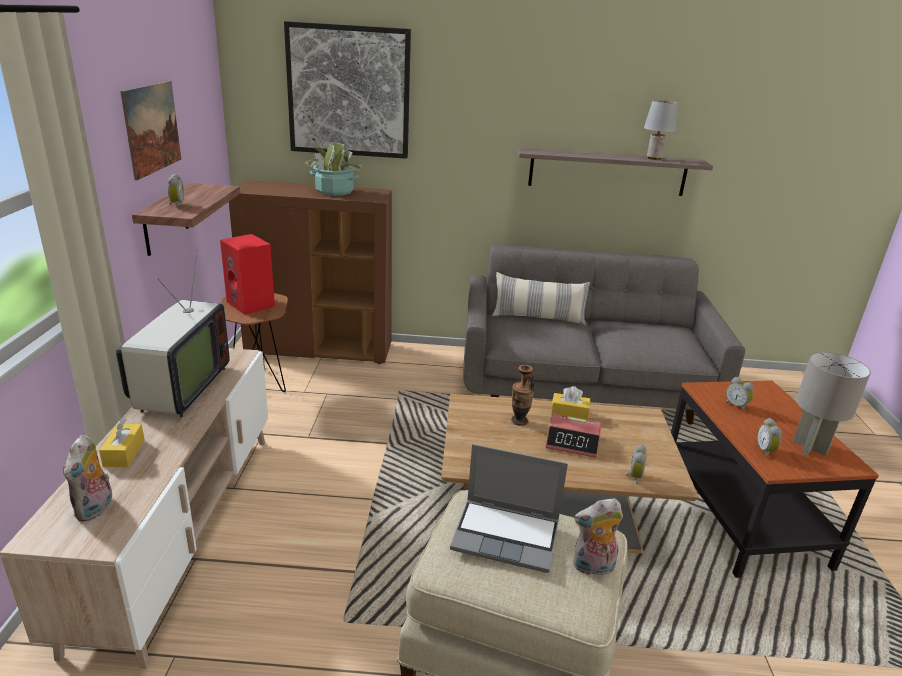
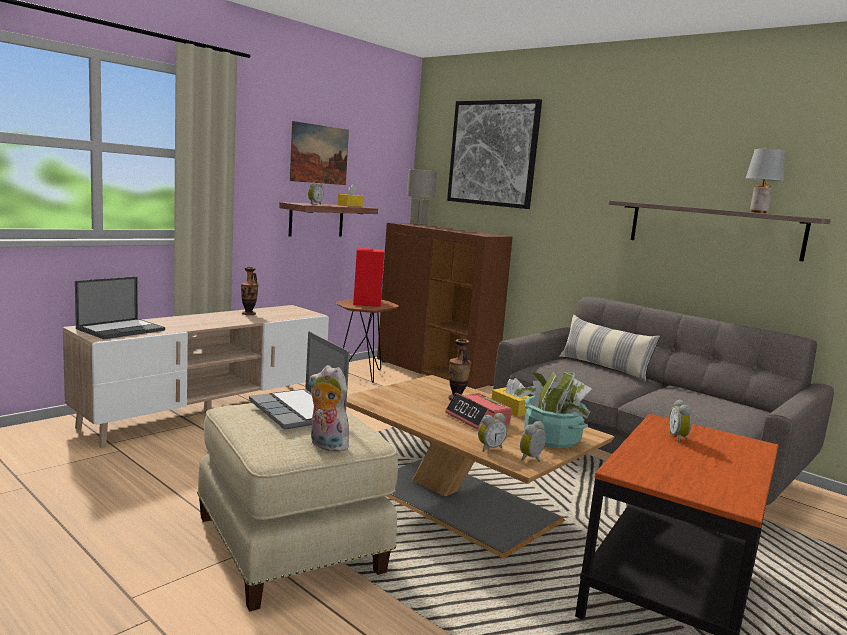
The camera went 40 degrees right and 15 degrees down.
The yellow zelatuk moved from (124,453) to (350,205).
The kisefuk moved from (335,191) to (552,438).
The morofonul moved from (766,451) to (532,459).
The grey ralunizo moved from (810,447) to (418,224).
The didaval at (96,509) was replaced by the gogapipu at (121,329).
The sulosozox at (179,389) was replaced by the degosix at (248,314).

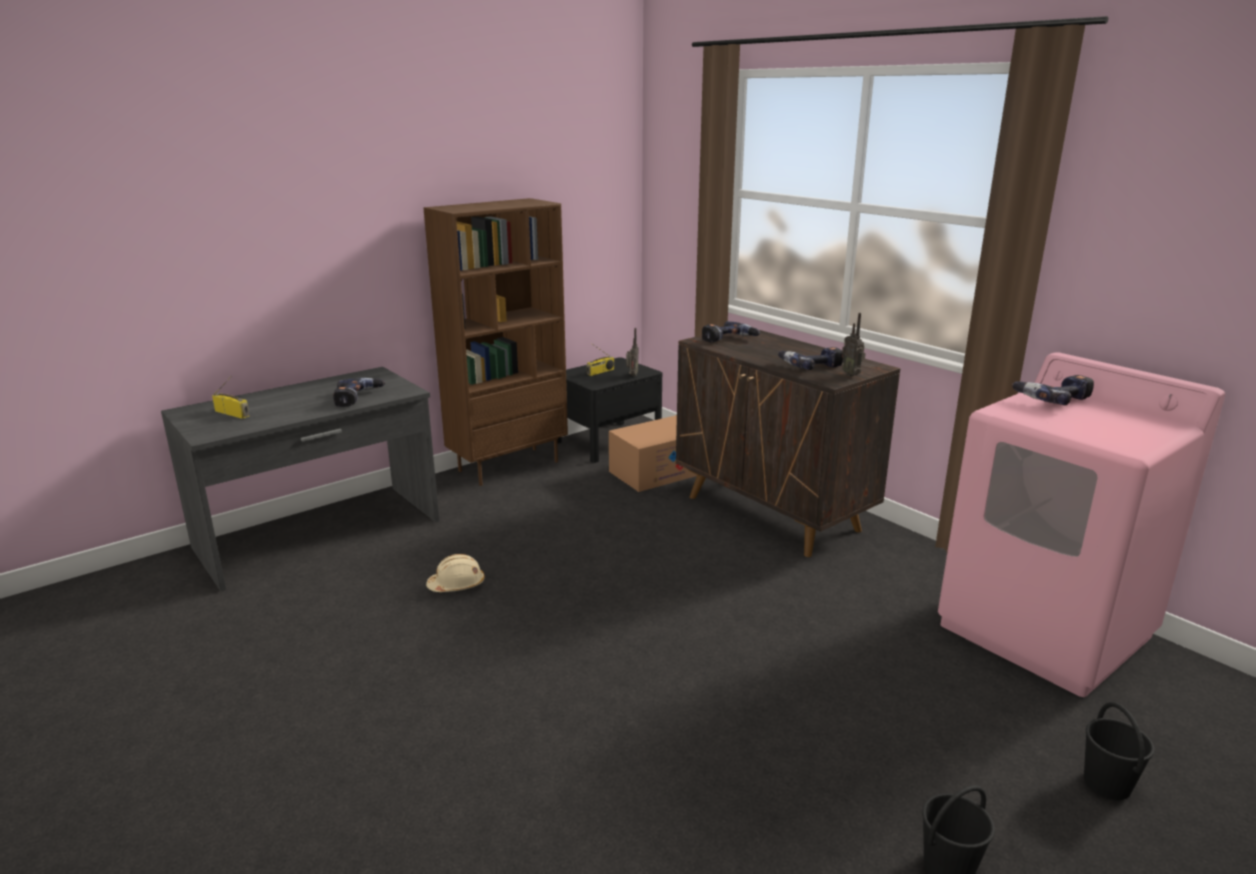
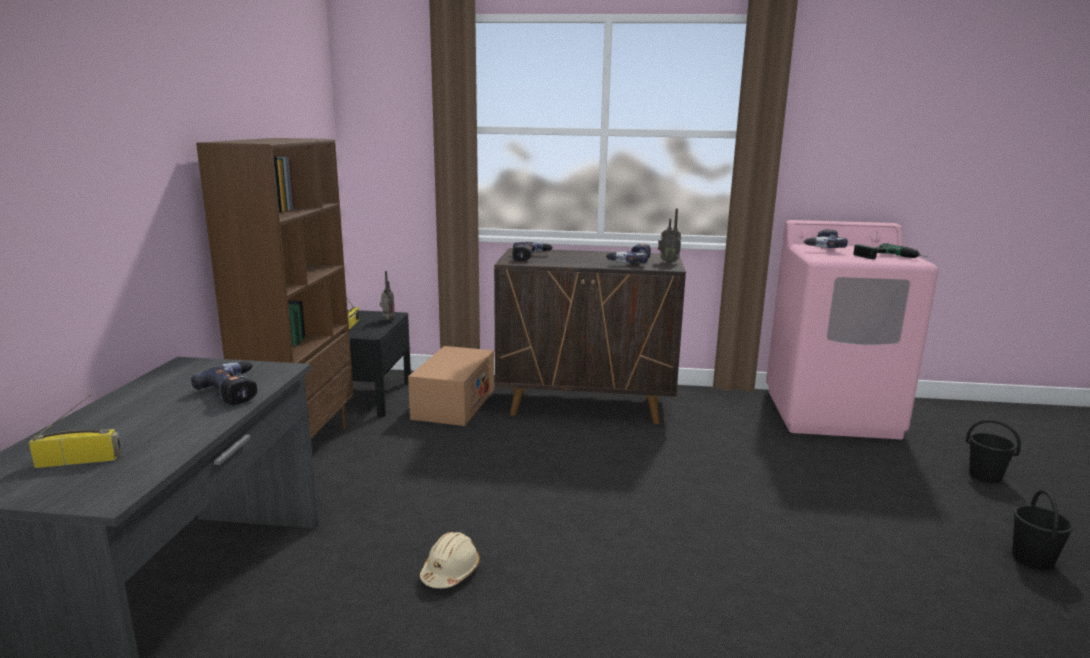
The camera went 45 degrees left and 5 degrees down.
The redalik at (891,258) appeared.

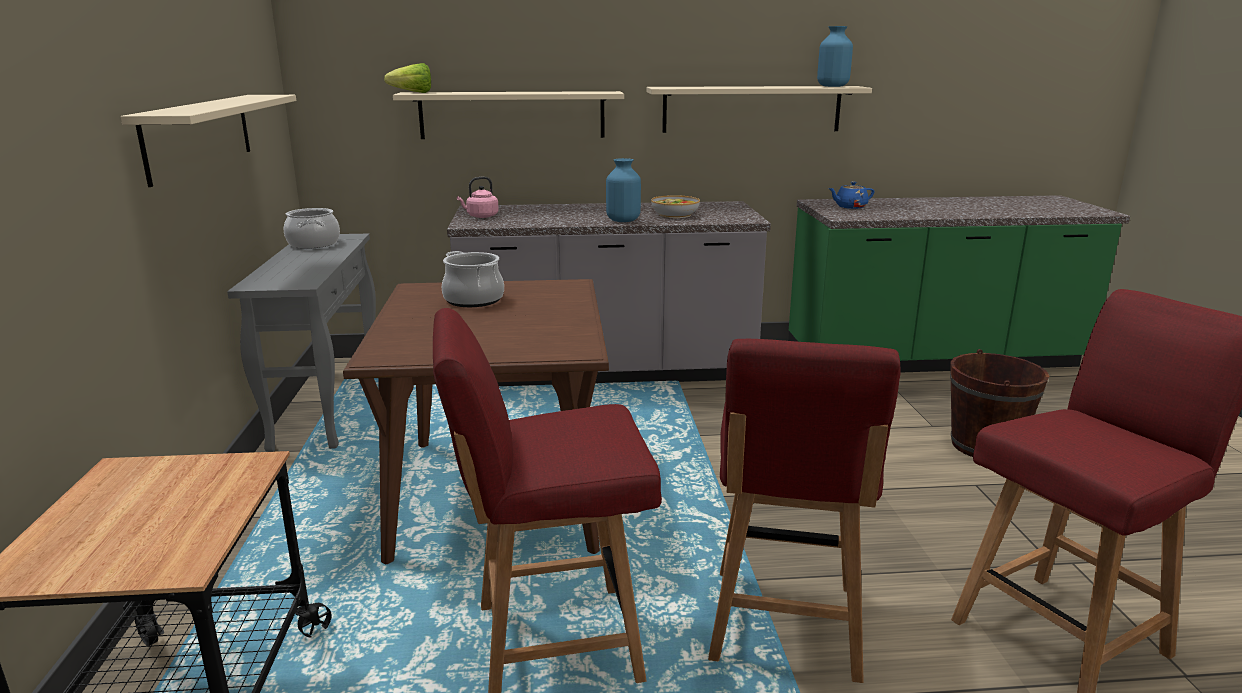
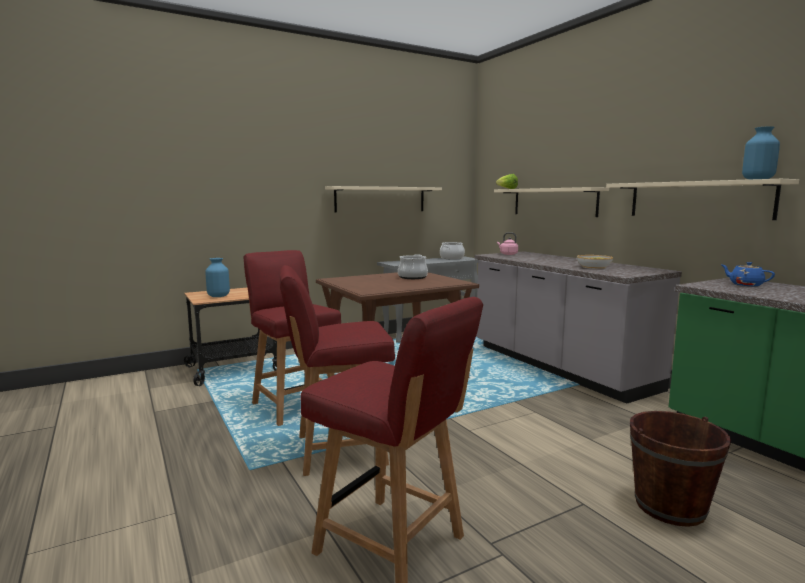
The camera went 65 degrees right and 10 degrees down.
The blue degosix moved from (623,220) to (219,296).

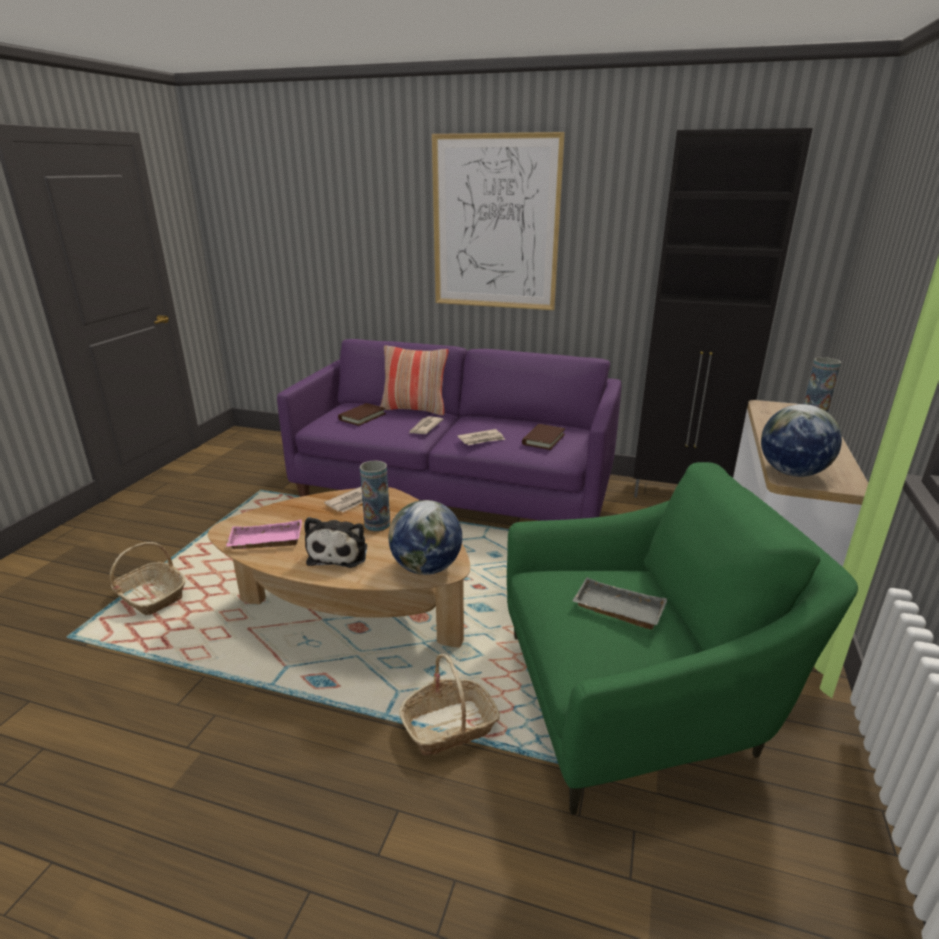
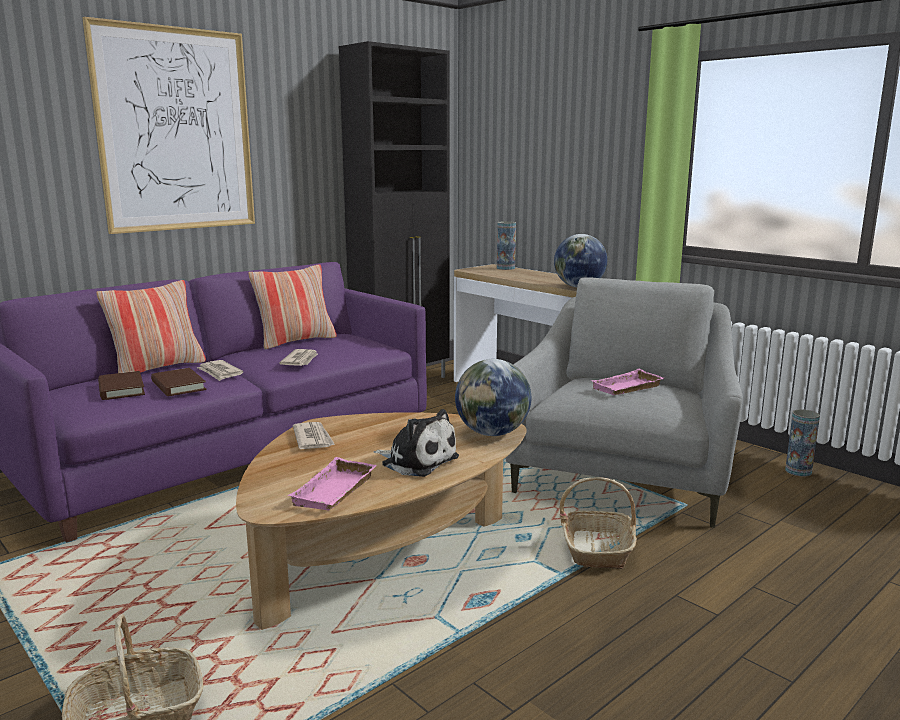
The camera went 60 degrees left and 10 degrees down.
The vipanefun at (296,341) appeared.
The degosix moved from (377,524) to (798,471).
The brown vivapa moved from (543,439) to (178,386).
The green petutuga at (638,700) became the grey petutuga at (623,473).
The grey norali at (616,610) became the pink norali at (627,388).

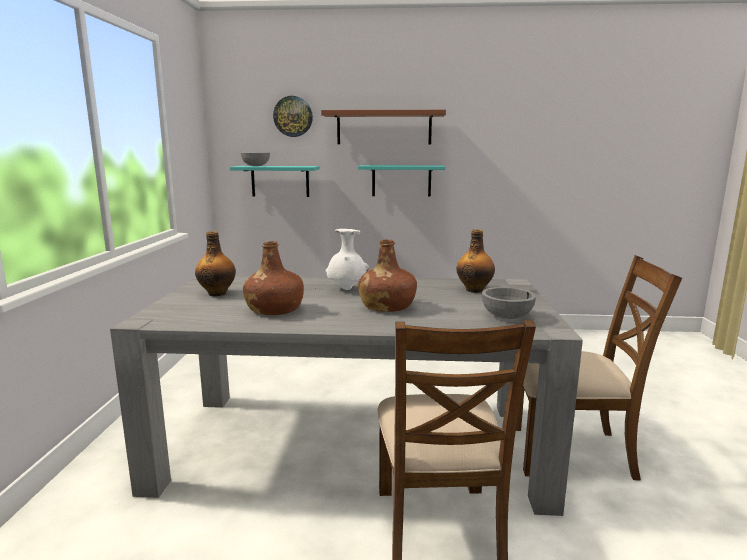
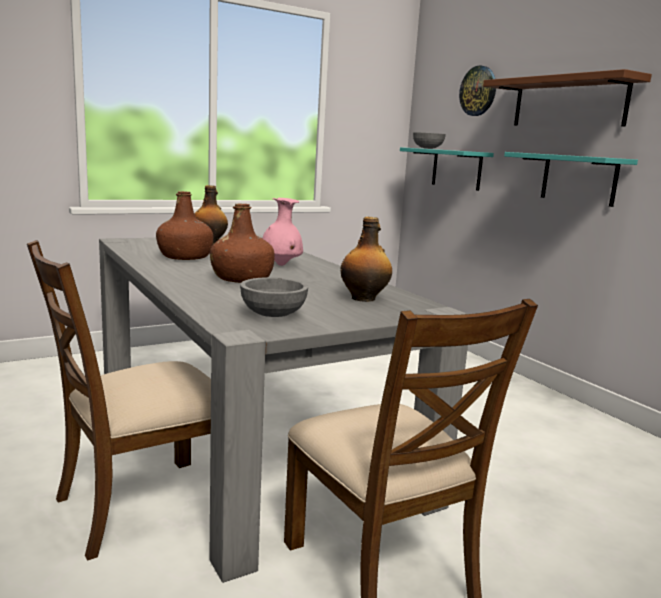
The camera went 55 degrees right and 0 degrees up.
The white degosix at (346,289) became the pink degosix at (281,265).

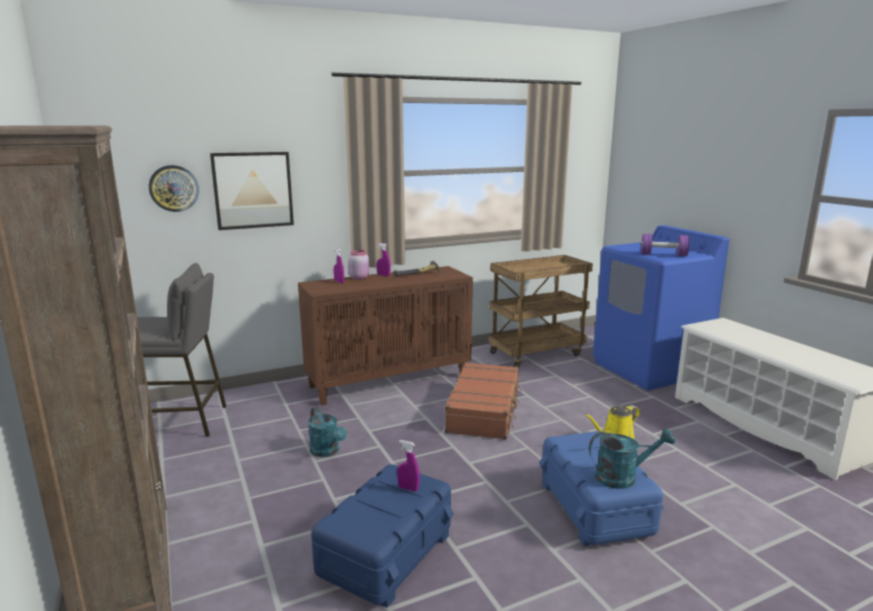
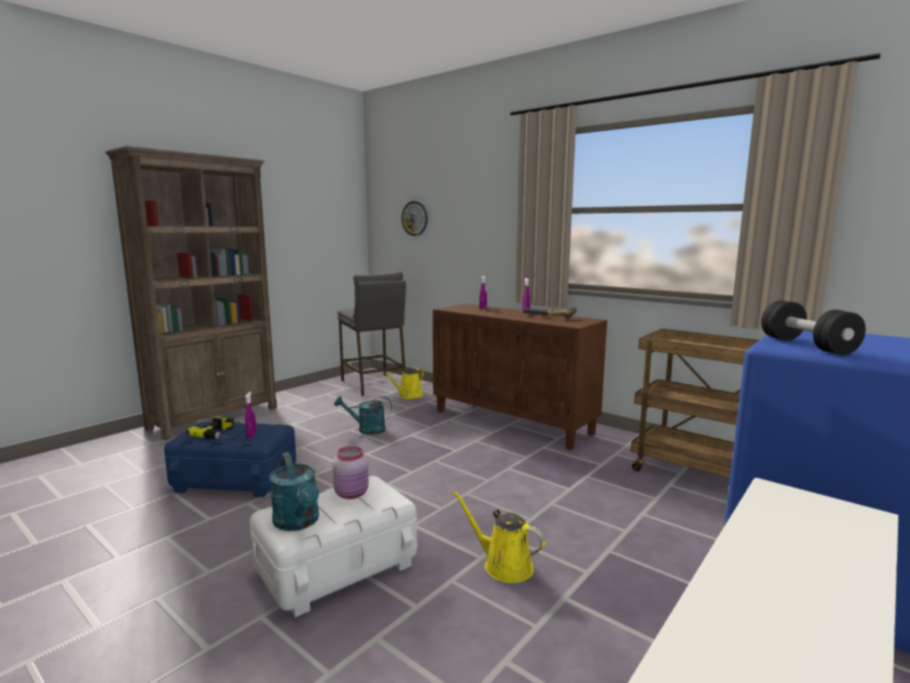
The camera went 65 degrees right and 5 degrees down.
The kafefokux at (253,190) disappeared.
The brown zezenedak at (484,411) disappeared.
The redalik at (222,434) appeared.
The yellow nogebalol at (409,396) appeared.
The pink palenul moved from (359,277) to (352,493).
The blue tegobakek at (595,508) became the white tegobakek at (337,567).
The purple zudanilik at (663,255) became the black zudanilik at (807,345).
The turquoise nogebalol at (327,452) turned 60 degrees clockwise.

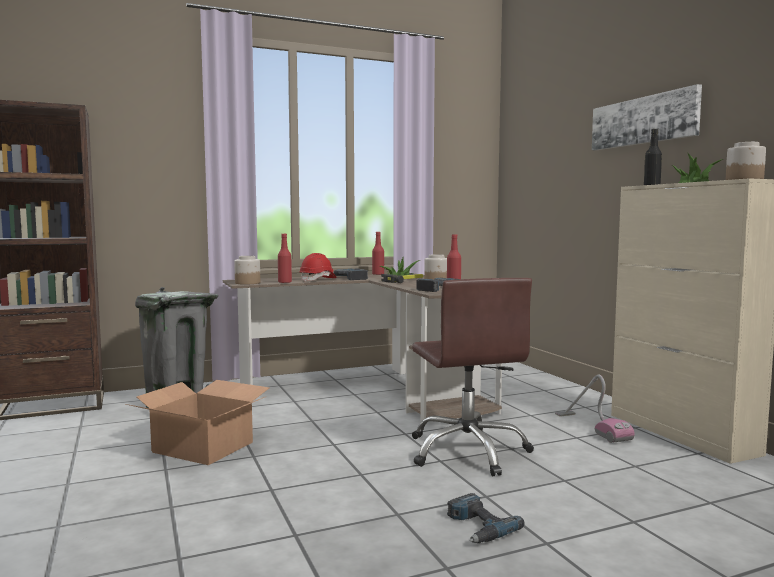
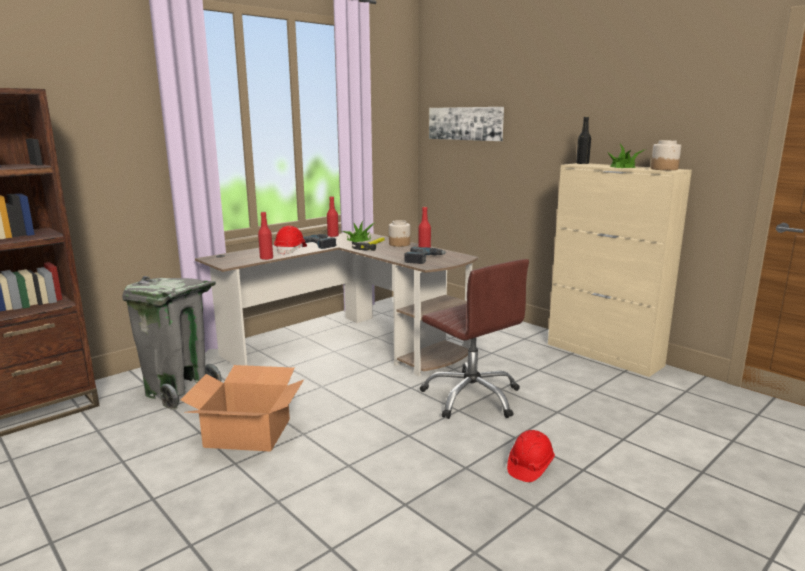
The camera went 20 degrees left and 10 degrees up.
The palenul at (247,283) disappeared.
The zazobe at (591,427) disappeared.
The kafefokux moved from (643,121) to (465,123).
The redalik at (477,527) was replaced by the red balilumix at (530,466).

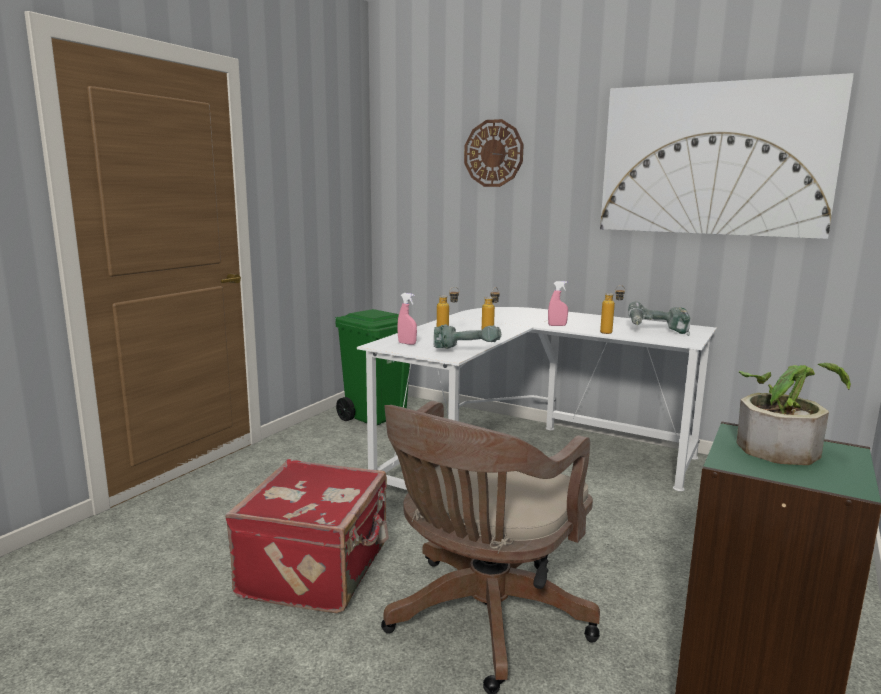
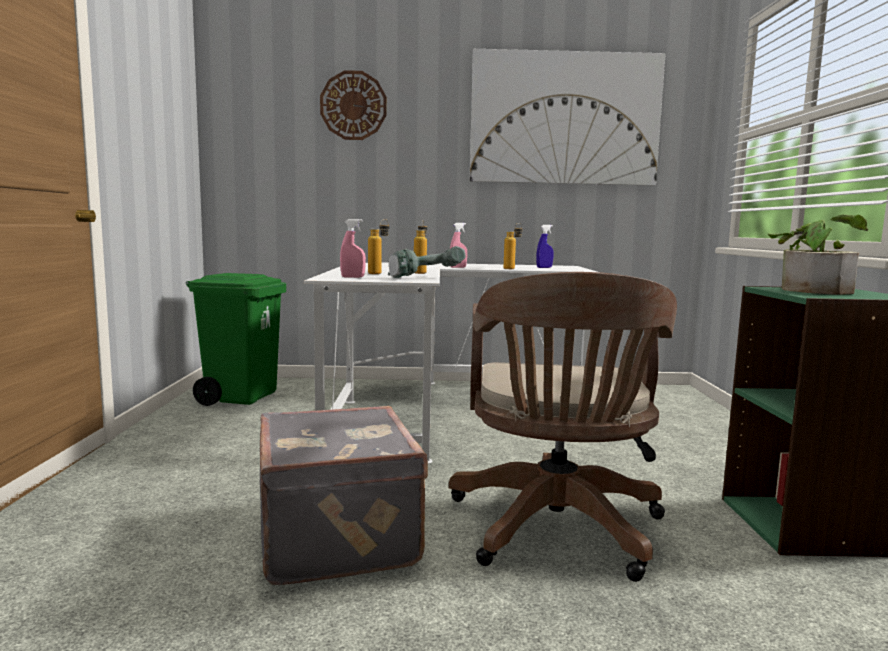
The camera went 30 degrees left and 5 degrees down.
The redalik at (657,331) was replaced by the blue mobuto at (544,267).
The red zezenedak at (318,570) became the grey zezenedak at (340,535).

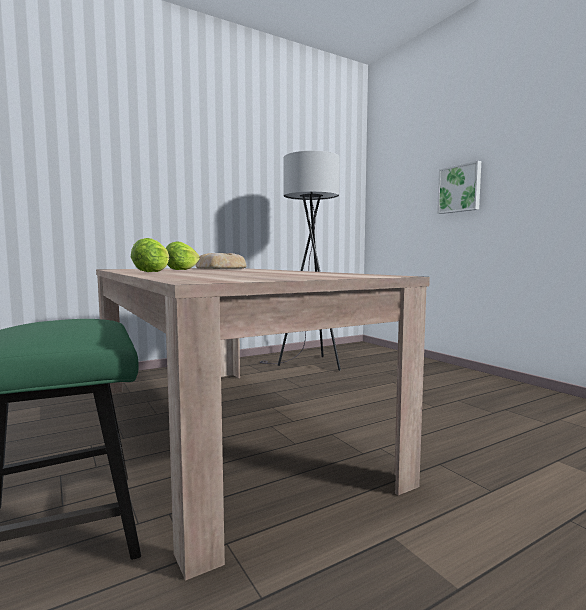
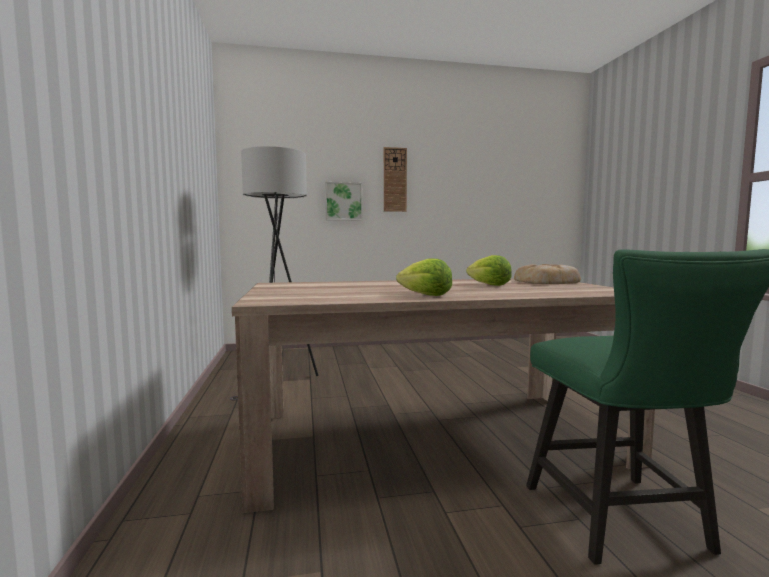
The camera went 70 degrees left and 0 degrees up.
The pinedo at (395,180) appeared.
The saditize moved from (182,269) to (489,285).
The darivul moved from (220,268) to (547,282).

